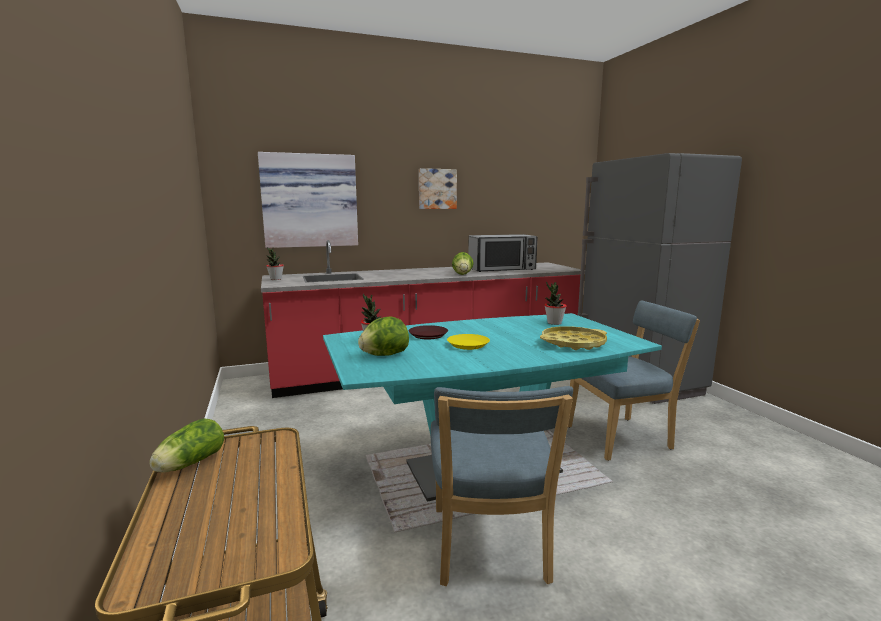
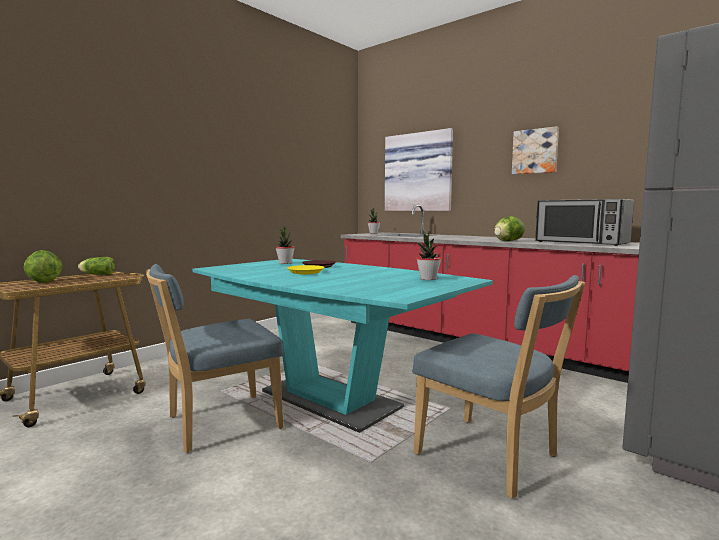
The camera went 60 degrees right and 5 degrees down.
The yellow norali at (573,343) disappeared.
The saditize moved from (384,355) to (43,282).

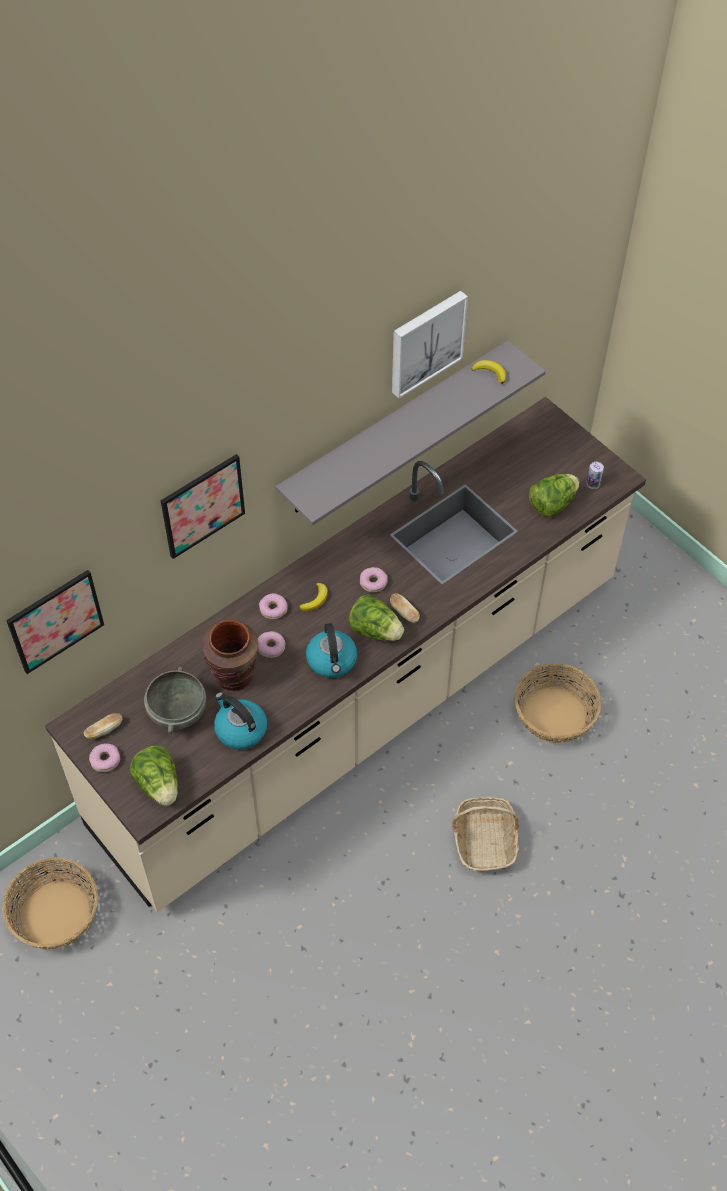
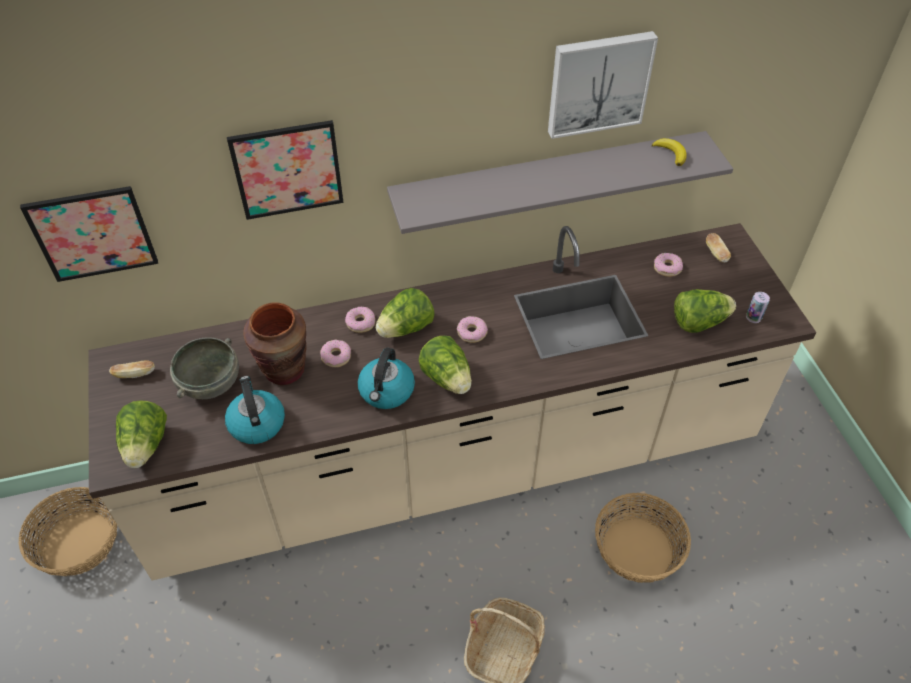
The camera went 25 degrees right and 5 degrees down.
The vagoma moved from (105,760) to (667,268).
The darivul moved from (404,613) to (716,253).
The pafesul at (315,599) was replaced by the saditize at (406,328).

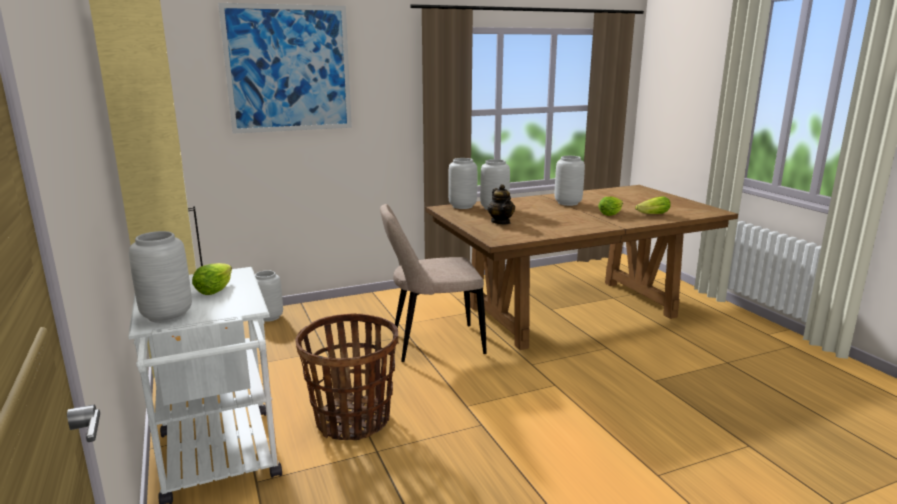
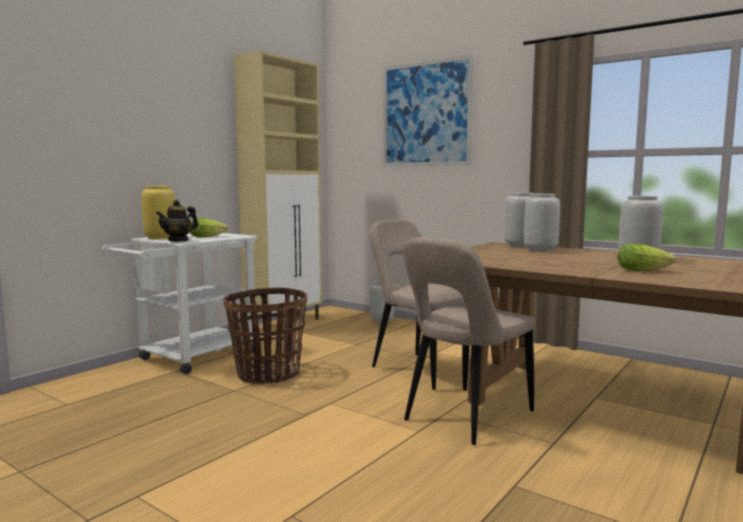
The camera went 60 degrees right and 10 degrees down.
The saditize at (651,214) disappeared.
The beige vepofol at (465,417) appeared.
The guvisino moved from (501,222) to (178,240).
The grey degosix at (168,315) became the yellow degosix at (160,238).

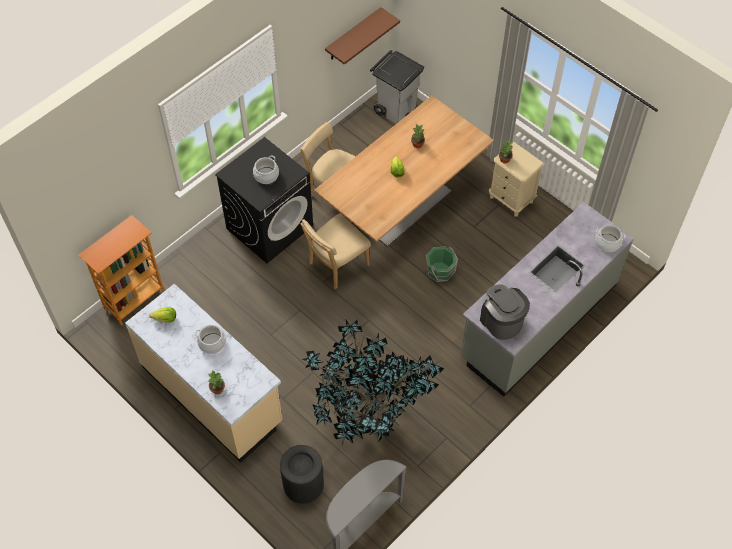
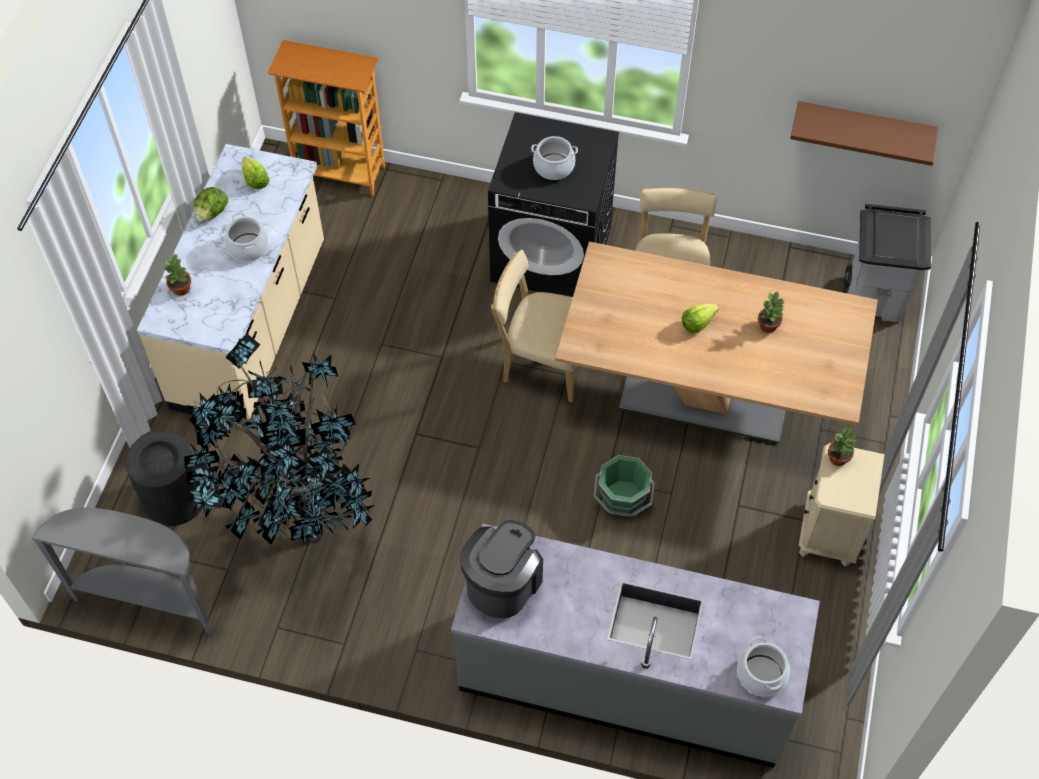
The camera went 60 degrees right and 0 degrees up.
The saditize at (212,213) appeared.

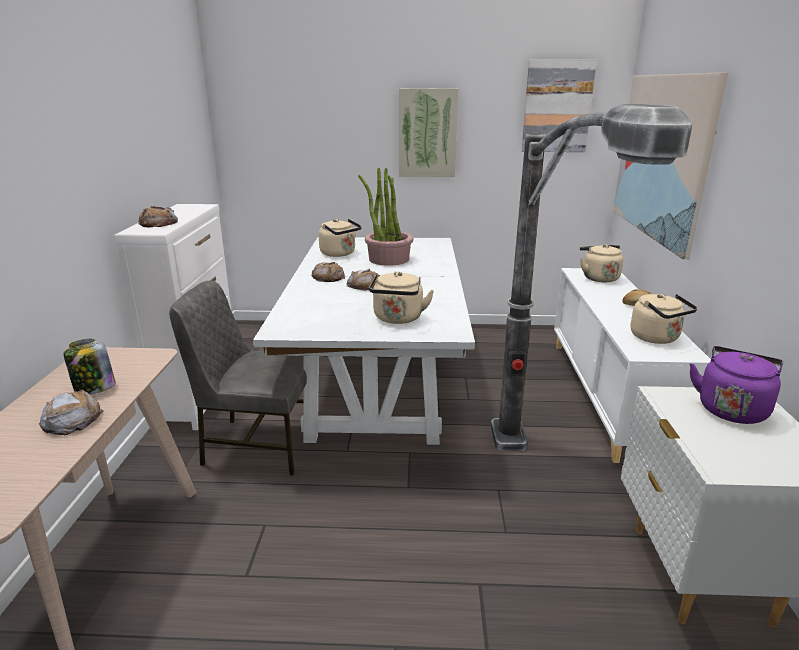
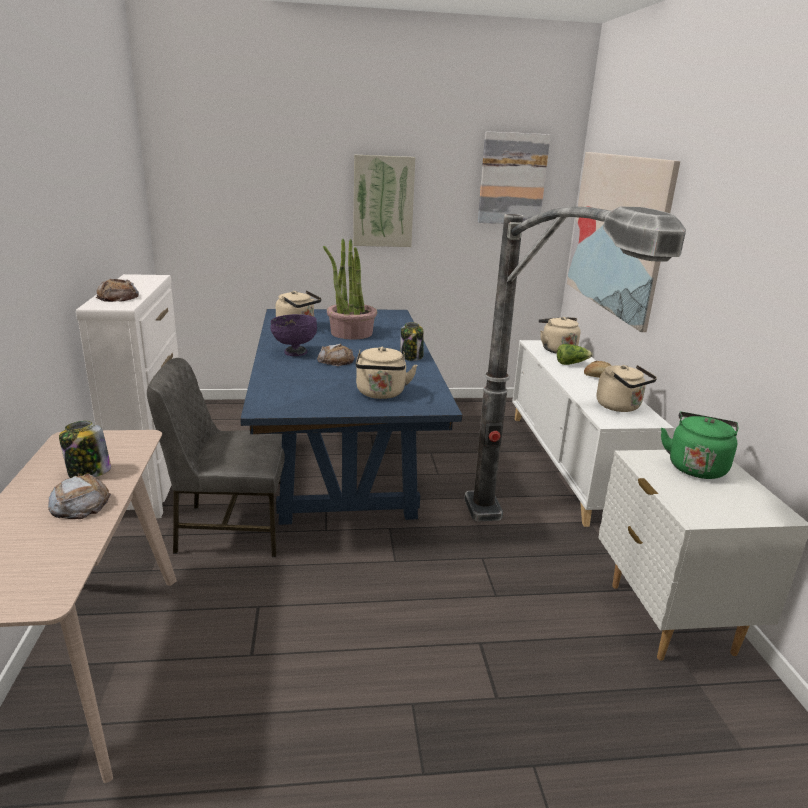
The camera went 10 degrees left and 0 degrees up.
The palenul at (411,357) appeared.
The saditize at (571,363) appeared.
The darivul at (328,277) was replaced by the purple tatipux at (295,352).
The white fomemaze at (378,387) became the blue fomemaze at (344,465).
The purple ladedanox at (731,408) became the green ladedanox at (696,467).

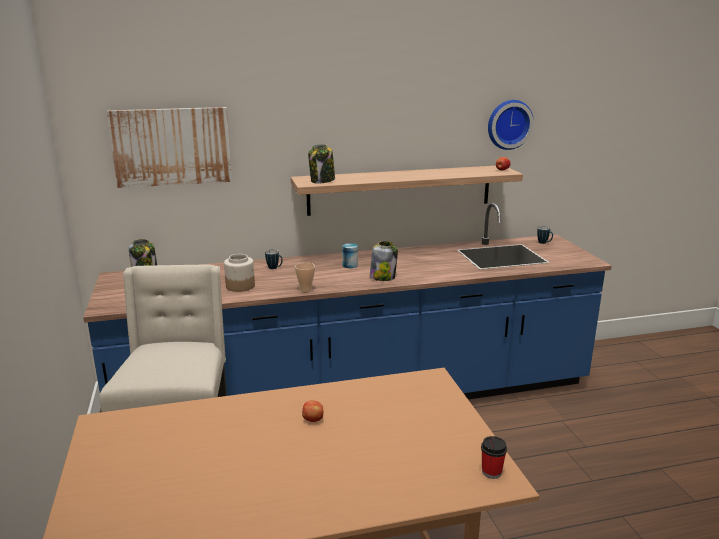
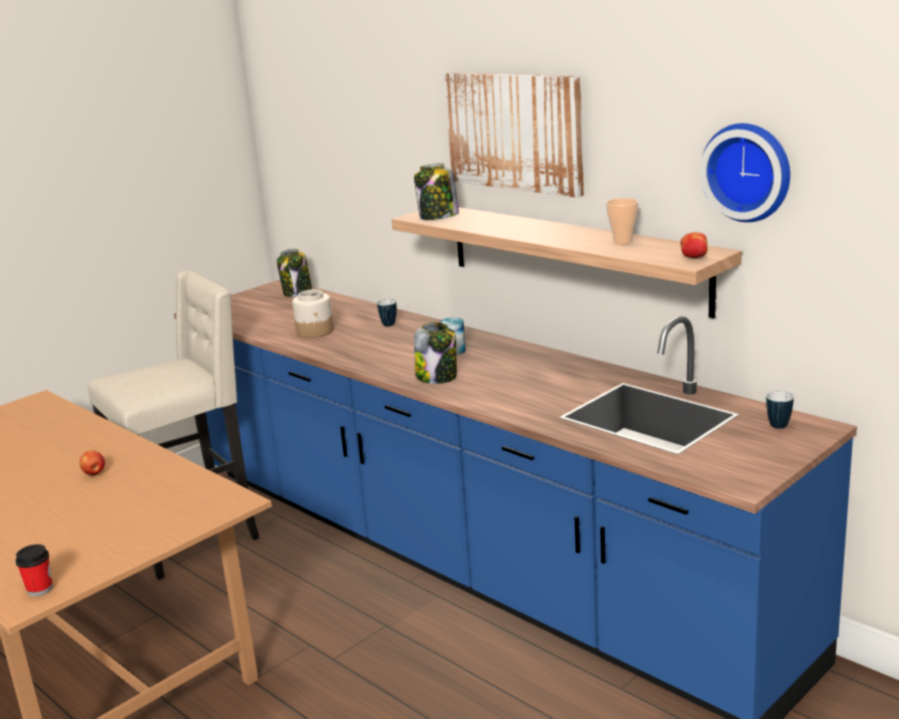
The camera went 60 degrees right and 0 degrees up.
The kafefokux moved from (172,146) to (515,131).
The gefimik moved from (305,290) to (622,241).

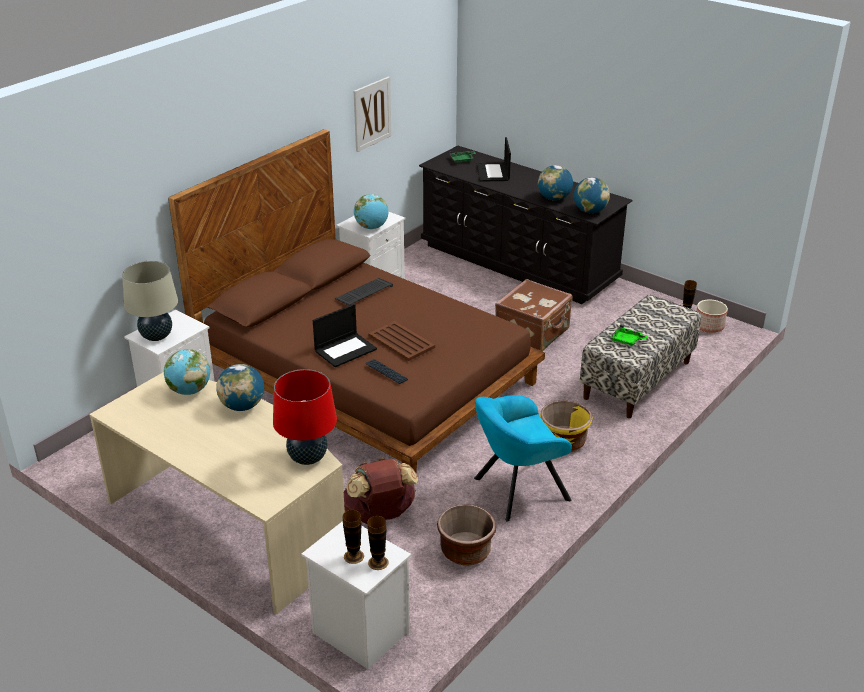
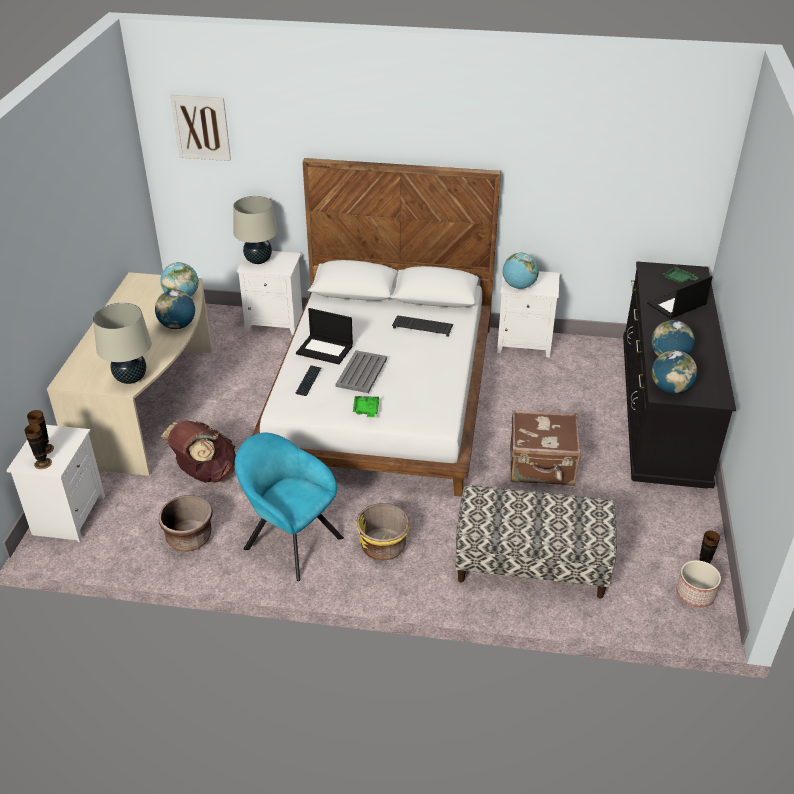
The camera went 60 degrees right and 5 degrees up.
The kafefokux moved from (372,113) to (201,127).
The green norali moved from (627,340) to (366,410).
The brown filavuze at (367,377) became the white filavuze at (382,396).
The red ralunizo at (307,458) became the beige ralunizo at (131,378).
The brown norali at (401,341) became the grey norali at (362,372).

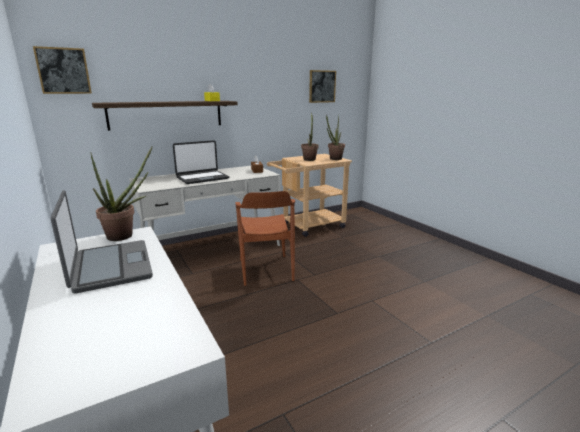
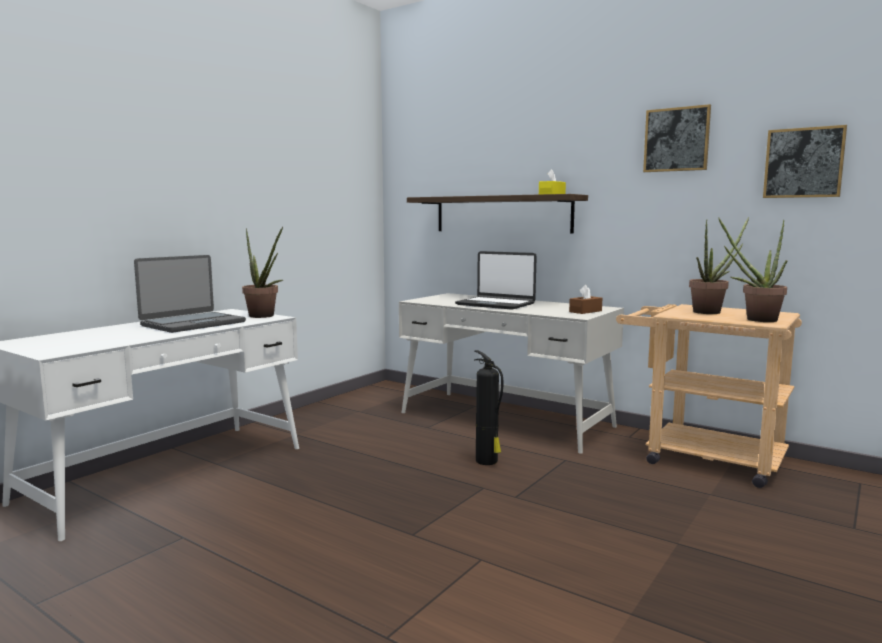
The camera went 65 degrees right and 10 degrees down.
The kafefokux moved from (63,71) to (676,139).
The brown vepofol at (266,269) was replaced by the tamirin at (487,461).

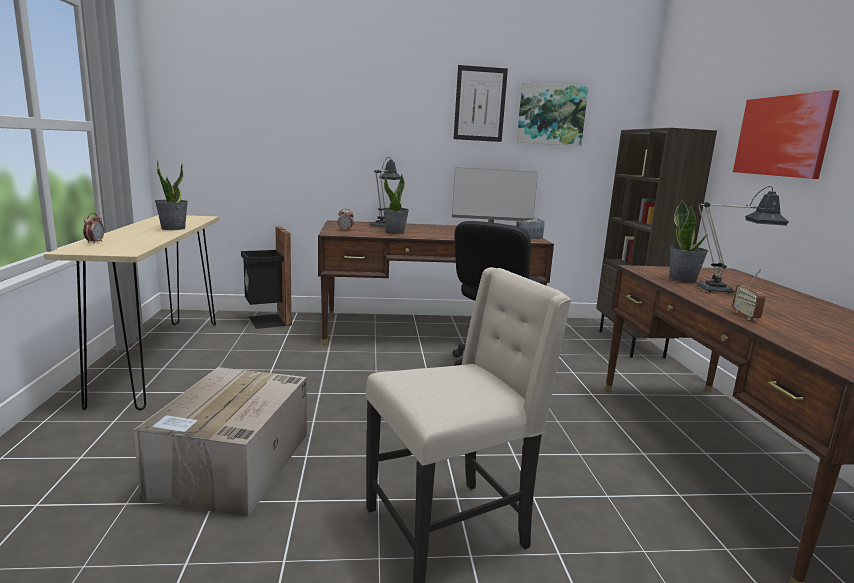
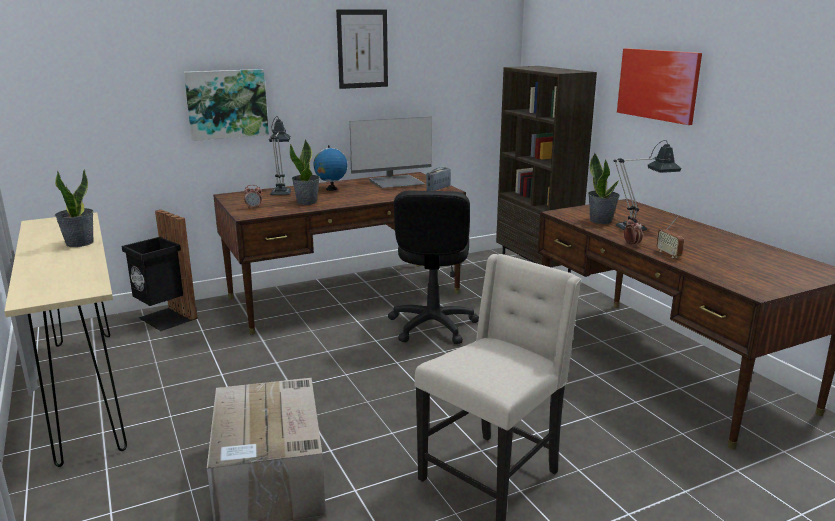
The camera went 20 degrees left and 5 degrees up.
The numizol at (331,189) appeared.
The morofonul moved from (95,242) to (631,245).
The kafefokux moved from (551,115) to (227,104).

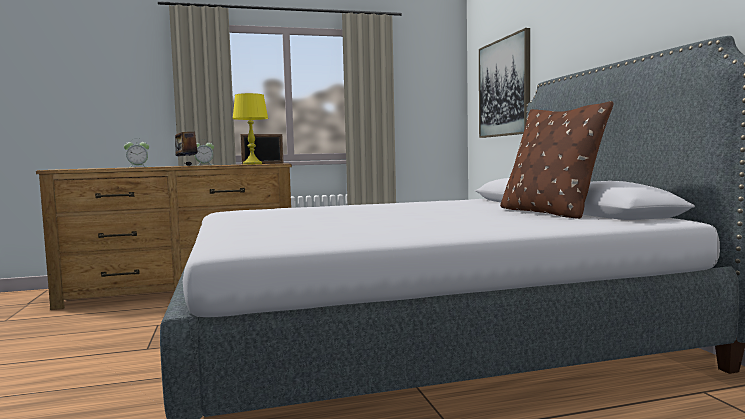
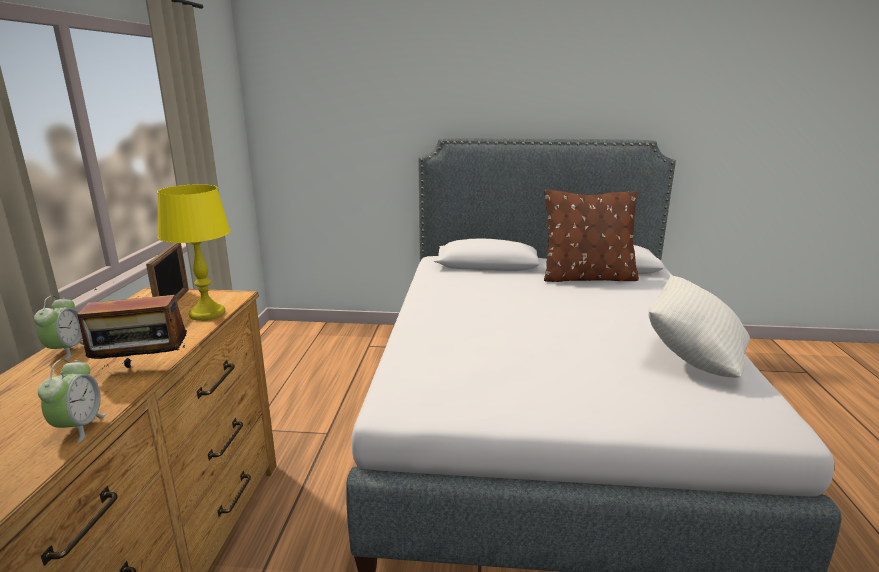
The camera went 70 degrees left and 15 degrees up.
The kafefokux at (504,88) disappeared.
The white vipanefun at (693,359) appeared.

